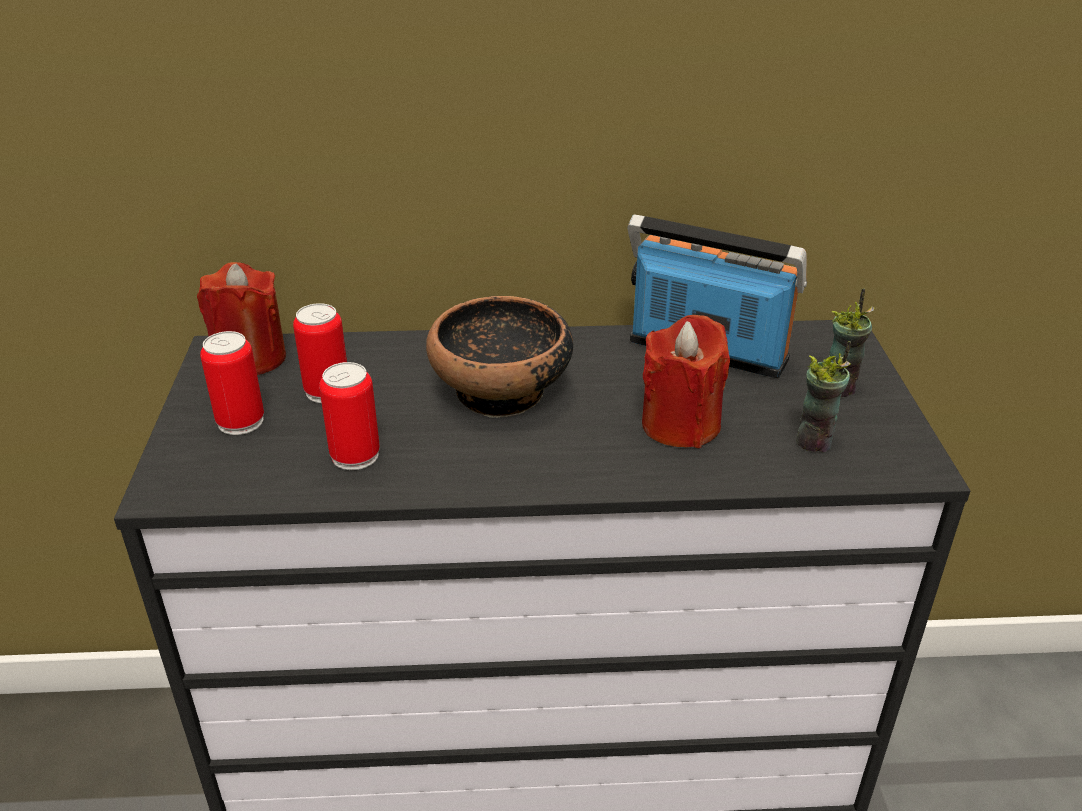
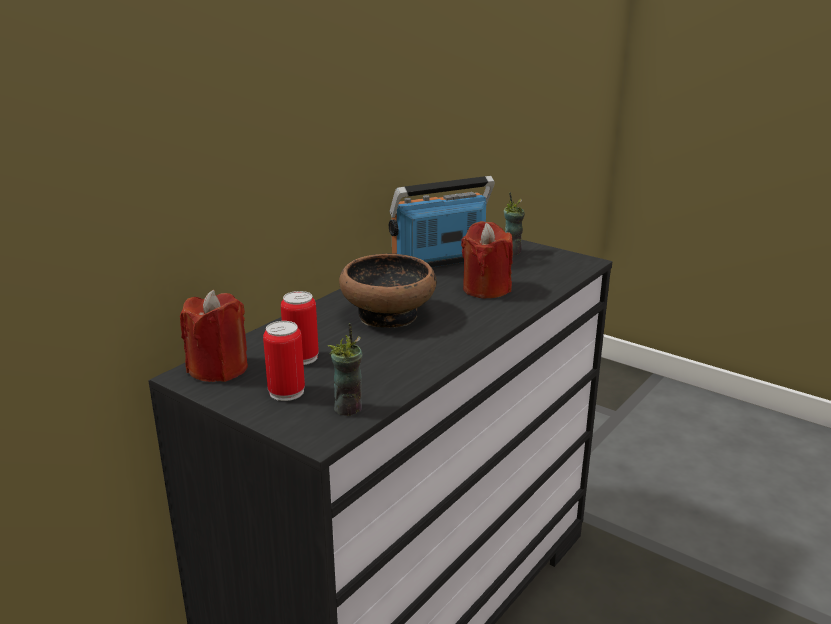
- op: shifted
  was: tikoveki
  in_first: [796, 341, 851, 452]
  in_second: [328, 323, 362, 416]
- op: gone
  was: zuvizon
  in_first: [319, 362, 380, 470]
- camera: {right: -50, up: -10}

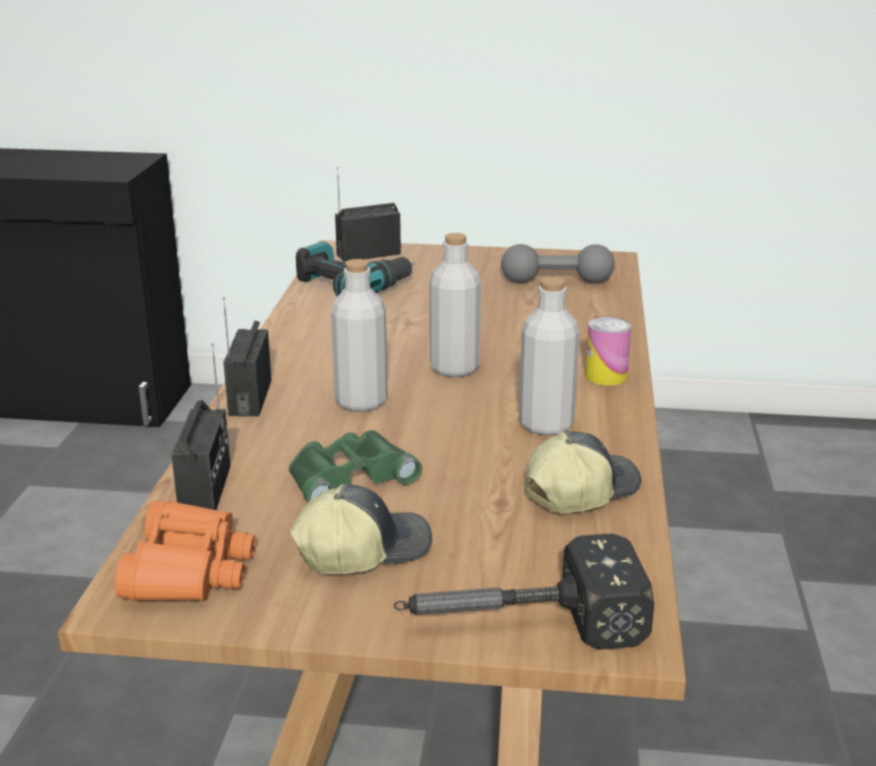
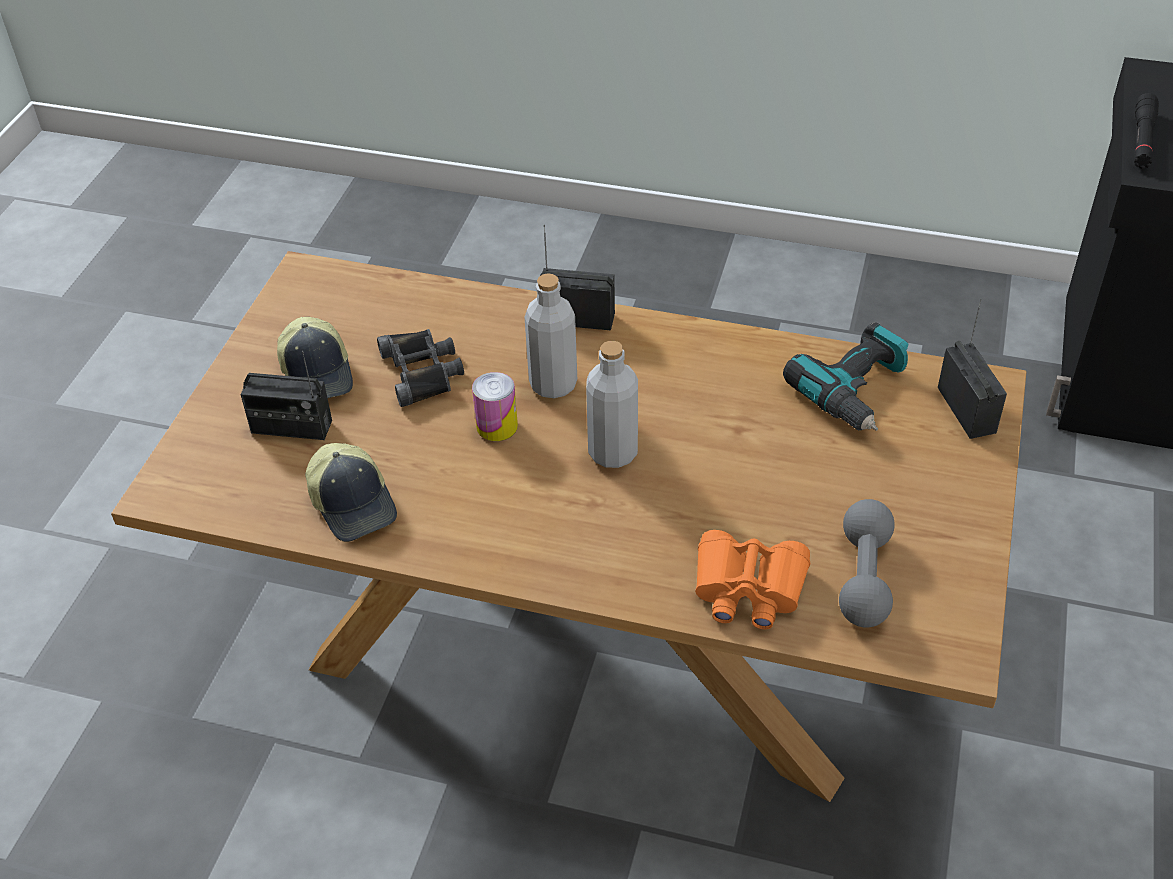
- op: shifted
  was: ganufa
  in_first: [171, 343, 231, 510]
  in_second: [240, 351, 332, 440]
- op: repainted
  was: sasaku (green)
  now: sasaku (black)
  in_first: [289, 430, 422, 502]
  in_second: [377, 329, 464, 407]
- op: shifted
  was: zuvizon
  in_first: [585, 317, 632, 386]
  in_second: [472, 372, 518, 441]
- op: shifted
  was: sasaku (orange)
  in_first: [115, 500, 255, 602]
  in_second: [695, 530, 810, 629]
- op: new
  now: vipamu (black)
  in_second: [1134, 93, 1159, 169]
- op: gone
  was: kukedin
  in_first: [394, 533, 654, 650]
- op: gone
  was: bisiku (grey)
  in_first: [519, 277, 580, 436]
- camera: {right: 100, up: 20}

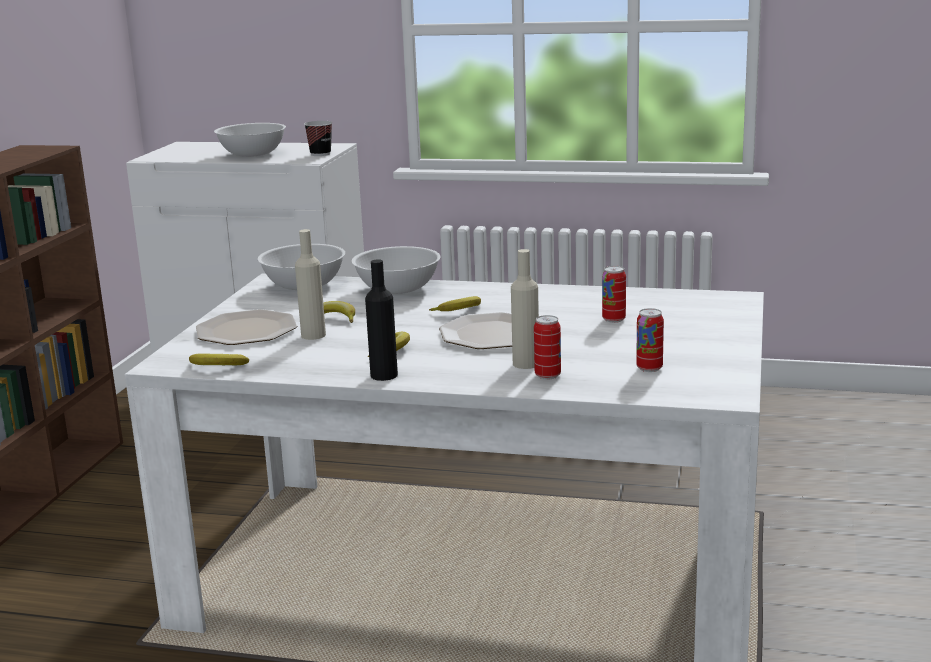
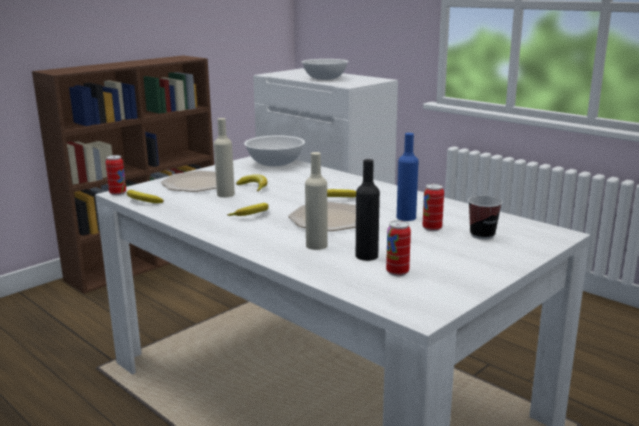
- op: shifted
  was: zuvizon
  in_first: [534, 315, 561, 380]
  in_second: [106, 155, 126, 196]
- op: shifted
  was: bisiku (black)
  in_first: [365, 260, 398, 381]
  in_second: [356, 159, 380, 261]
- op: new
  now: bisiku (blue)
  in_second: [397, 133, 419, 221]
- op: shifted
  was: tikoveki
  in_first: [304, 121, 332, 156]
  in_second: [468, 196, 502, 240]
- op: gone
  was: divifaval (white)
  in_first: [352, 246, 441, 294]
- camera: {right: 30, up: 0}

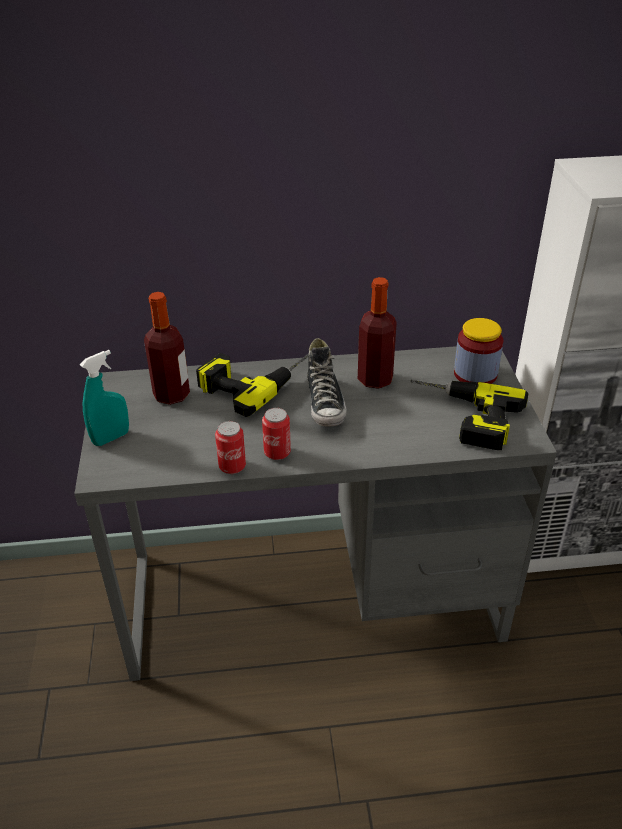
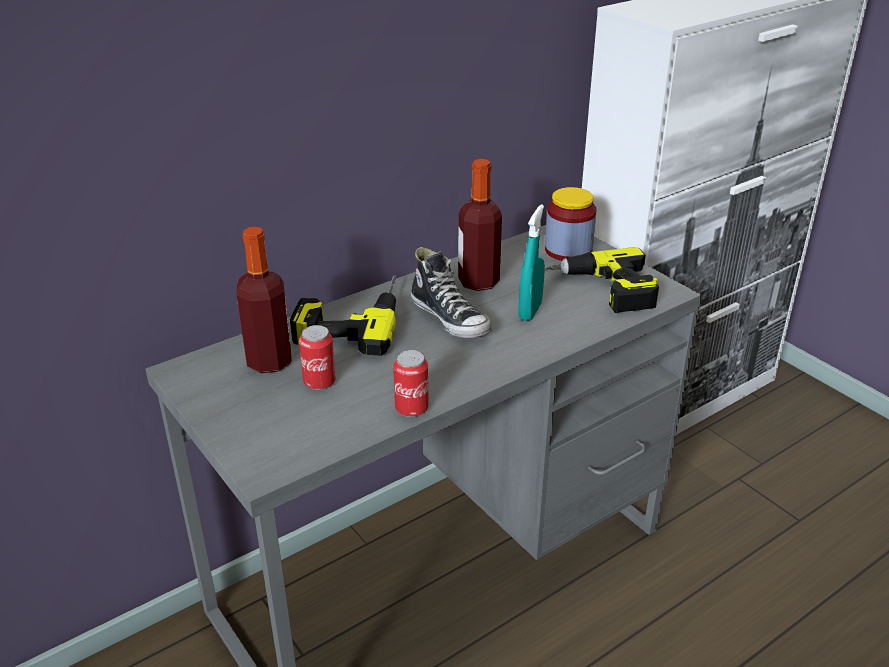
- op: shifted
  was: zuvizon
  in_first: [262, 408, 291, 460]
  in_second: [299, 325, 336, 390]
- op: shifted
  was: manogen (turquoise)
  in_first: [80, 350, 129, 446]
  in_second: [518, 204, 545, 321]
- camera: {right: -30, up: -5}

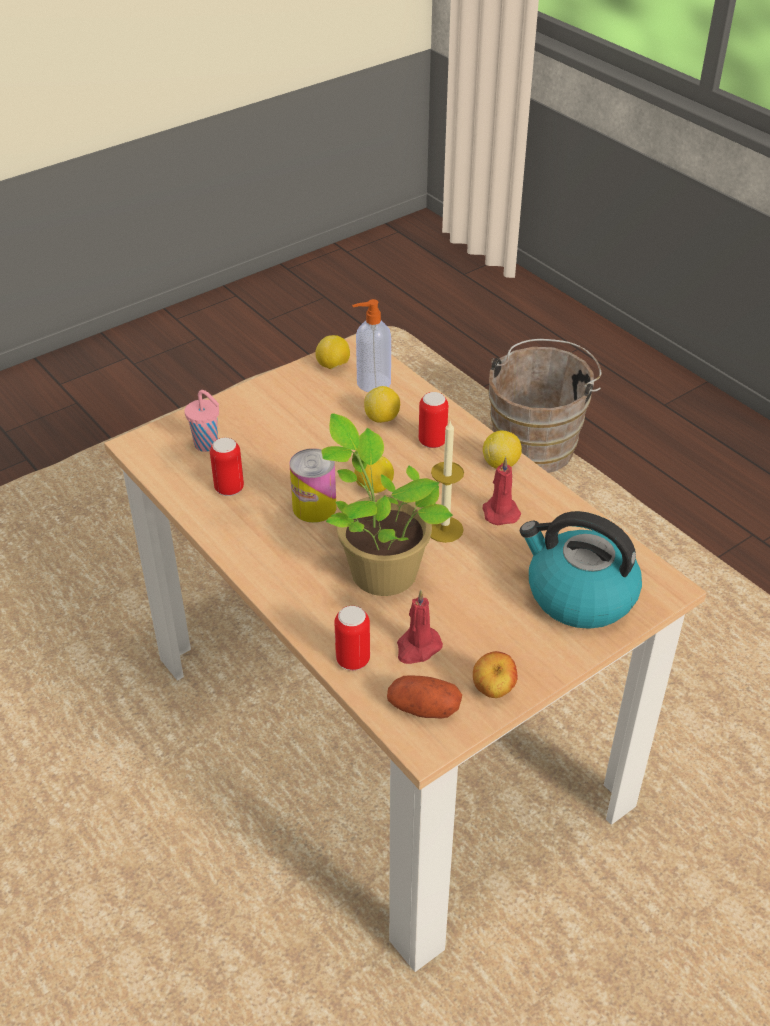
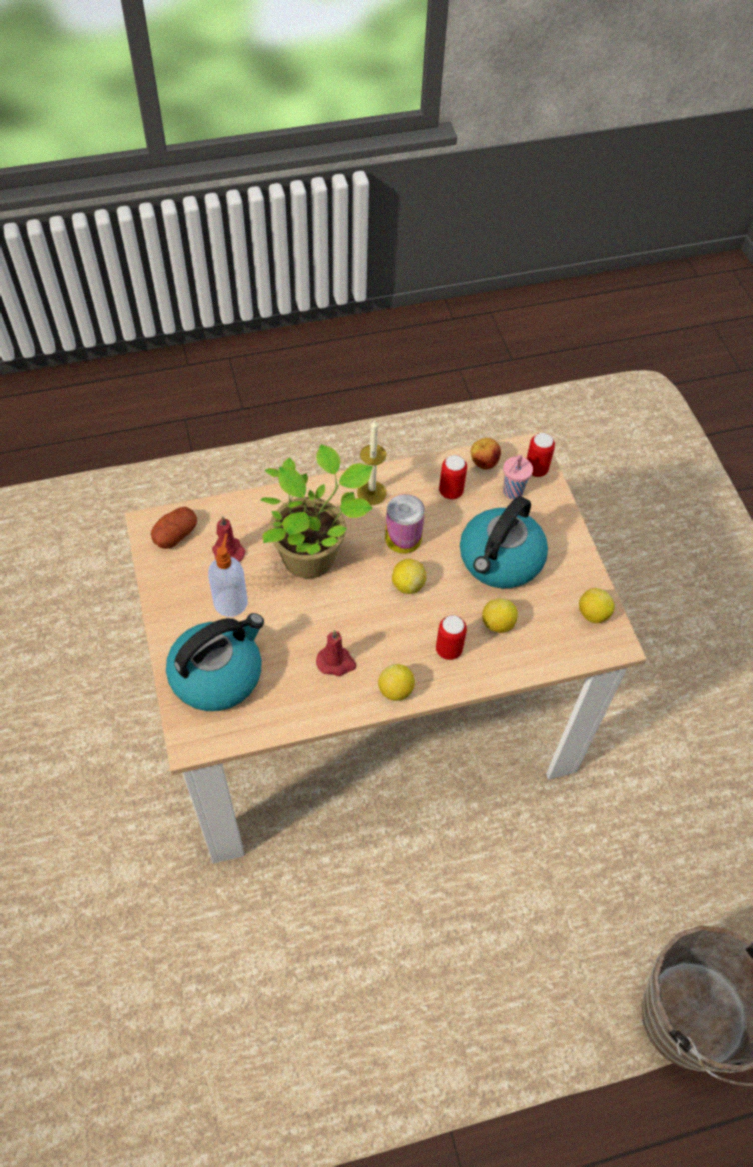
- op: shifted
  was: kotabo
  in_first: [352, 299, 391, 392]
  in_second: [208, 533, 248, 617]
- op: shifted
  was: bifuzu
  in_first: [430, 421, 464, 543]
  in_second: [357, 419, 387, 505]
- op: new
  now: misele
  in_second: [460, 496, 548, 588]
- op: shifted
  was: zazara
  in_first: [473, 651, 518, 698]
  in_second: [471, 438, 501, 470]
- op: shifted
  was: zuvizon
  in_first: [334, 606, 370, 671]
  in_second: [526, 433, 555, 477]
- camera: {right: 110, up: 15}

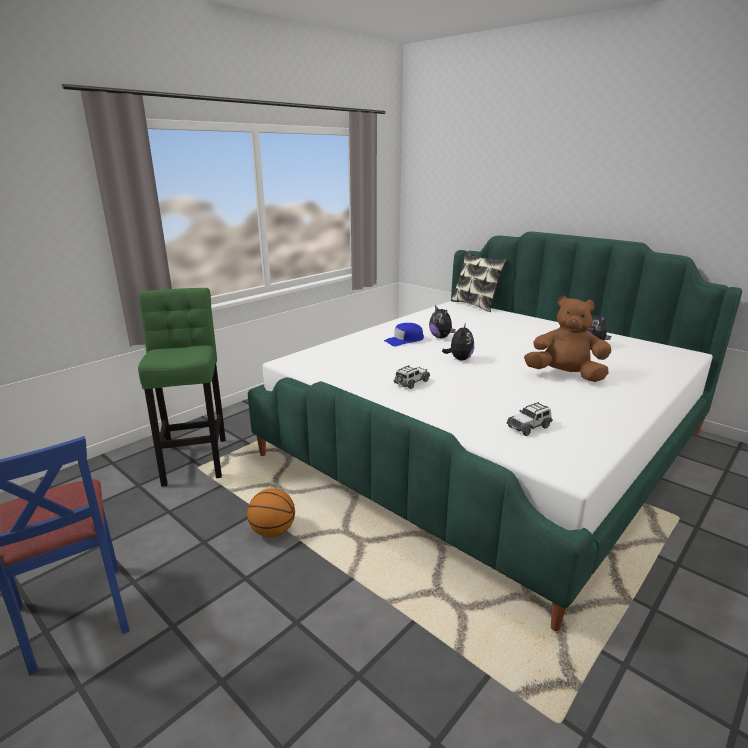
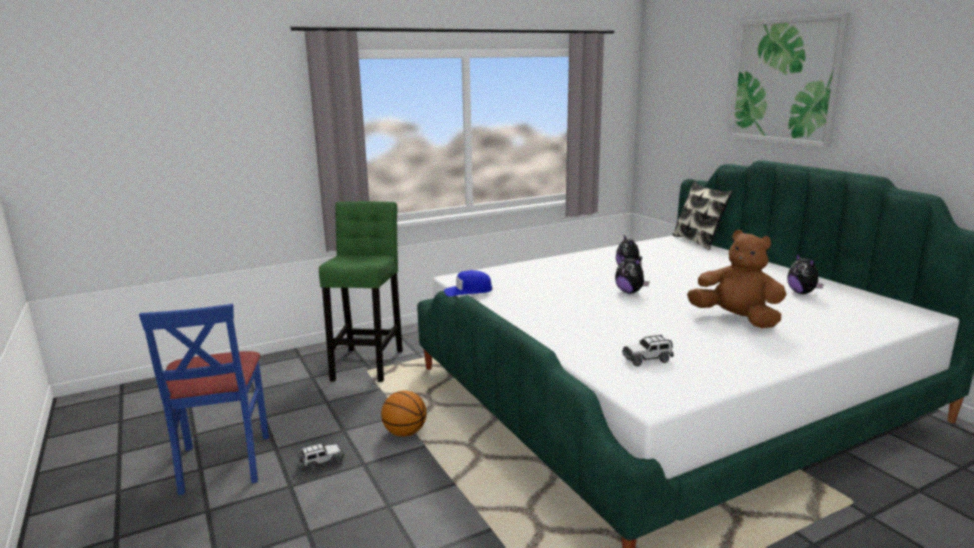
- op: shifted
  was: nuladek
  in_first: [393, 365, 430, 389]
  in_second: [298, 441, 344, 471]
- op: shifted
  was: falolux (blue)
  in_first: [384, 323, 424, 346]
  in_second: [444, 270, 492, 296]
- op: rotated
  was: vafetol
  in_first: [442, 323, 474, 361]
  in_second: [615, 254, 650, 293]
  clockwise: 105
- op: new
  now: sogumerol
  in_second: [728, 12, 850, 148]
- camera: {right: 20, up: -5}

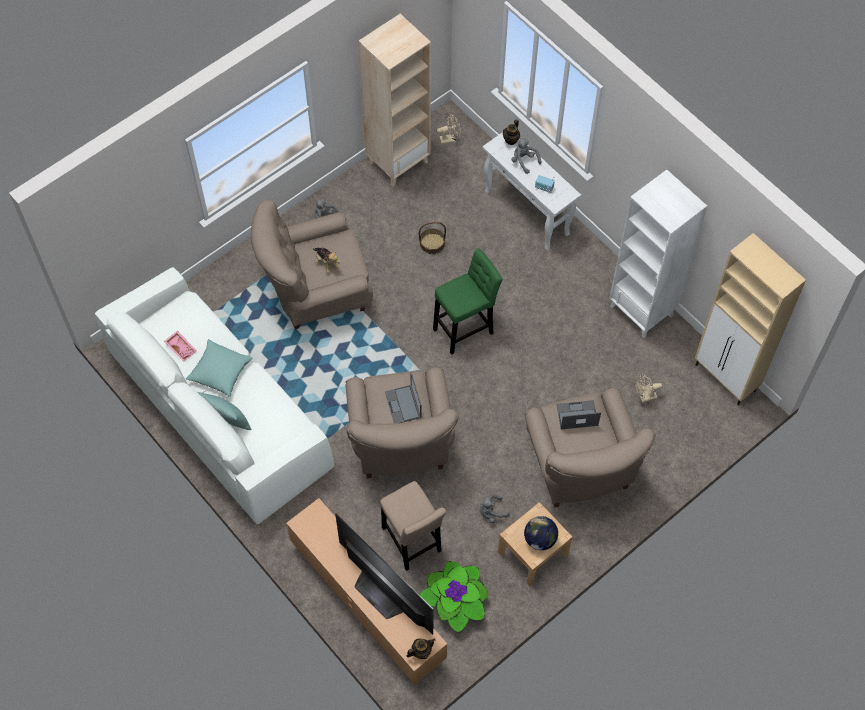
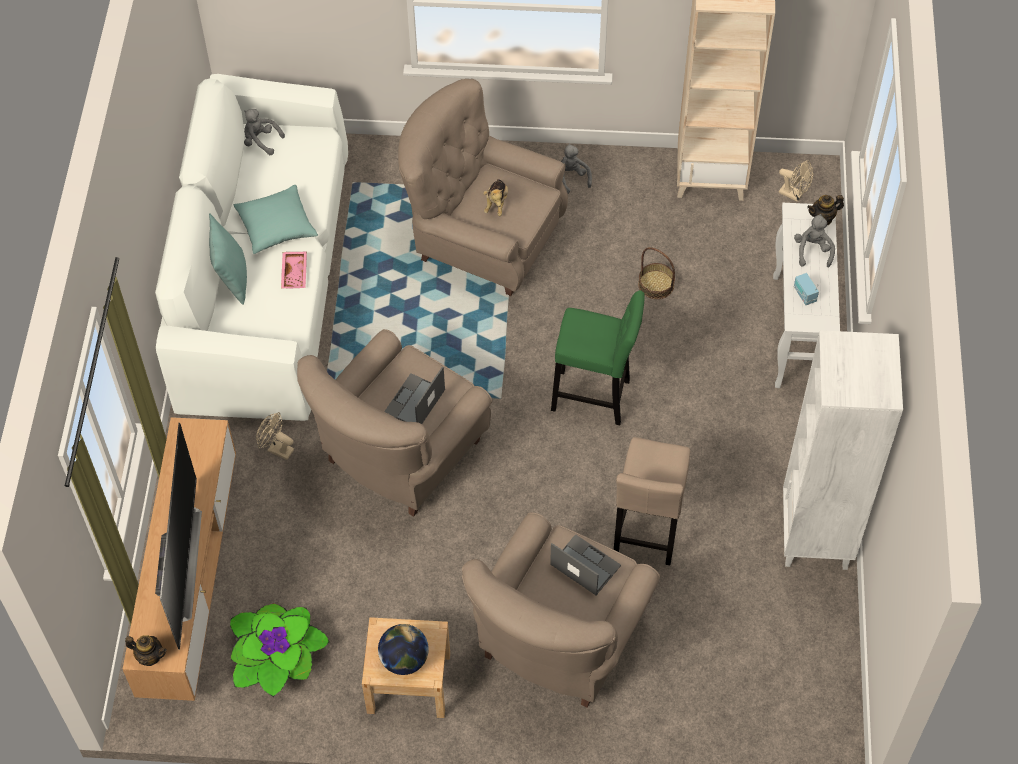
- op: shifted
  was: vafetol (grey)
  in_first: [480, 495, 509, 523]
  in_second: [244, 109, 285, 155]
- op: shifted
  was: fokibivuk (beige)
  in_first: [636, 374, 662, 403]
  in_second: [256, 412, 294, 460]
- op: shifted
  was: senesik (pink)
  in_first: [164, 331, 197, 362]
  in_second: [281, 252, 307, 288]
- op: shifted
  was: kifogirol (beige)
  in_first: [380, 481, 446, 571]
  in_second: [614, 437, 690, 565]
- op: gone
  was: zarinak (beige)
  in_first: [695, 233, 806, 406]
- camera: {right: 45, up: -5}

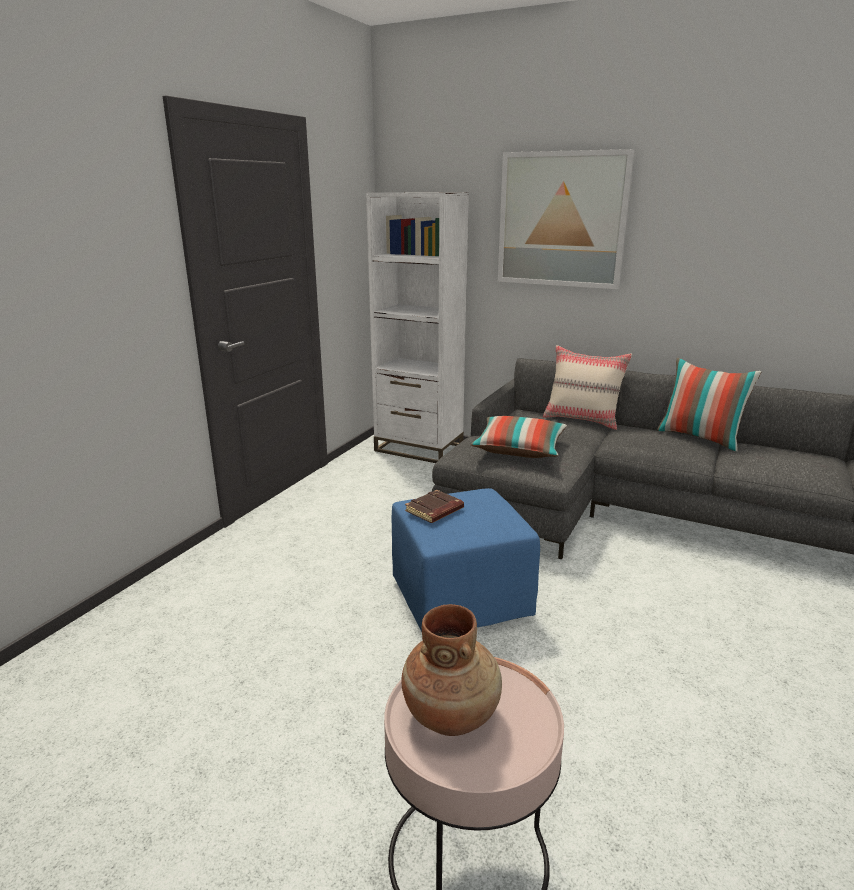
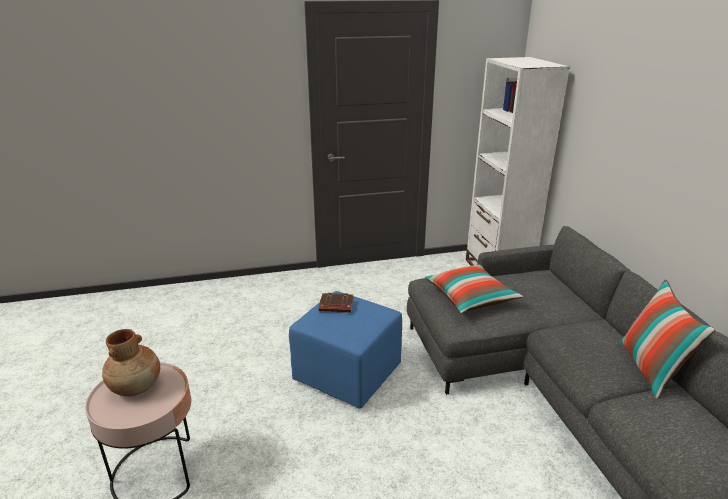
- op: gone
  was: sogumerol
  in_first: [498, 149, 635, 289]
- op: gone
  was: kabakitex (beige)
  in_first: [543, 345, 632, 430]
- camera: {right: 50, up: 5}

